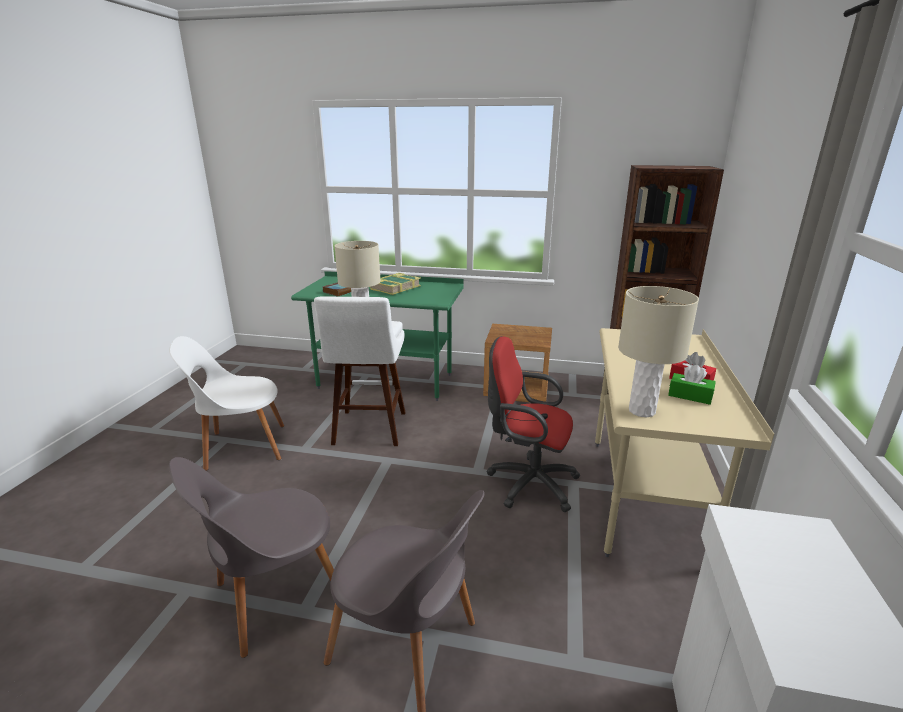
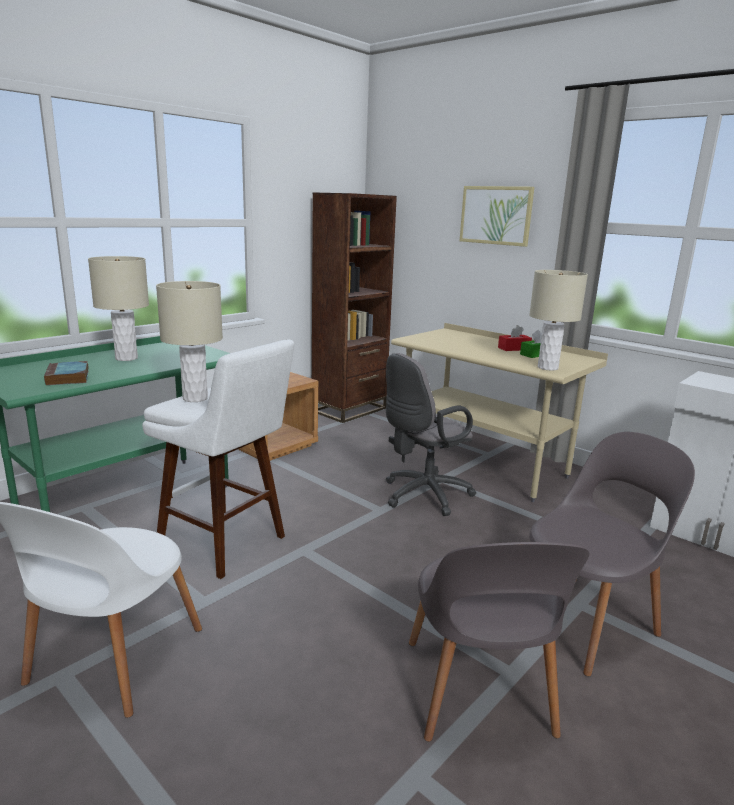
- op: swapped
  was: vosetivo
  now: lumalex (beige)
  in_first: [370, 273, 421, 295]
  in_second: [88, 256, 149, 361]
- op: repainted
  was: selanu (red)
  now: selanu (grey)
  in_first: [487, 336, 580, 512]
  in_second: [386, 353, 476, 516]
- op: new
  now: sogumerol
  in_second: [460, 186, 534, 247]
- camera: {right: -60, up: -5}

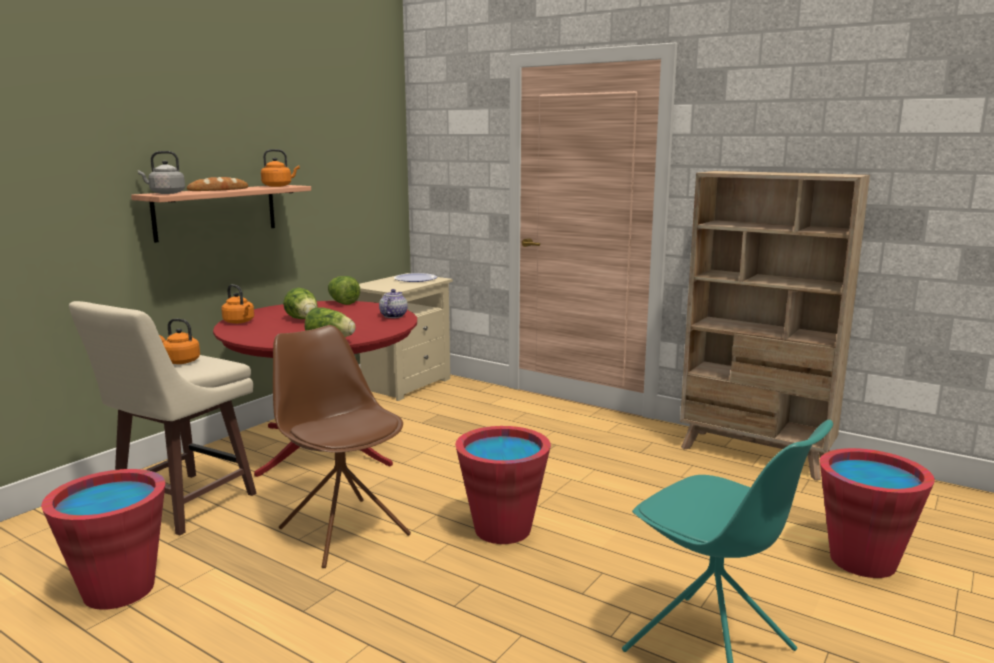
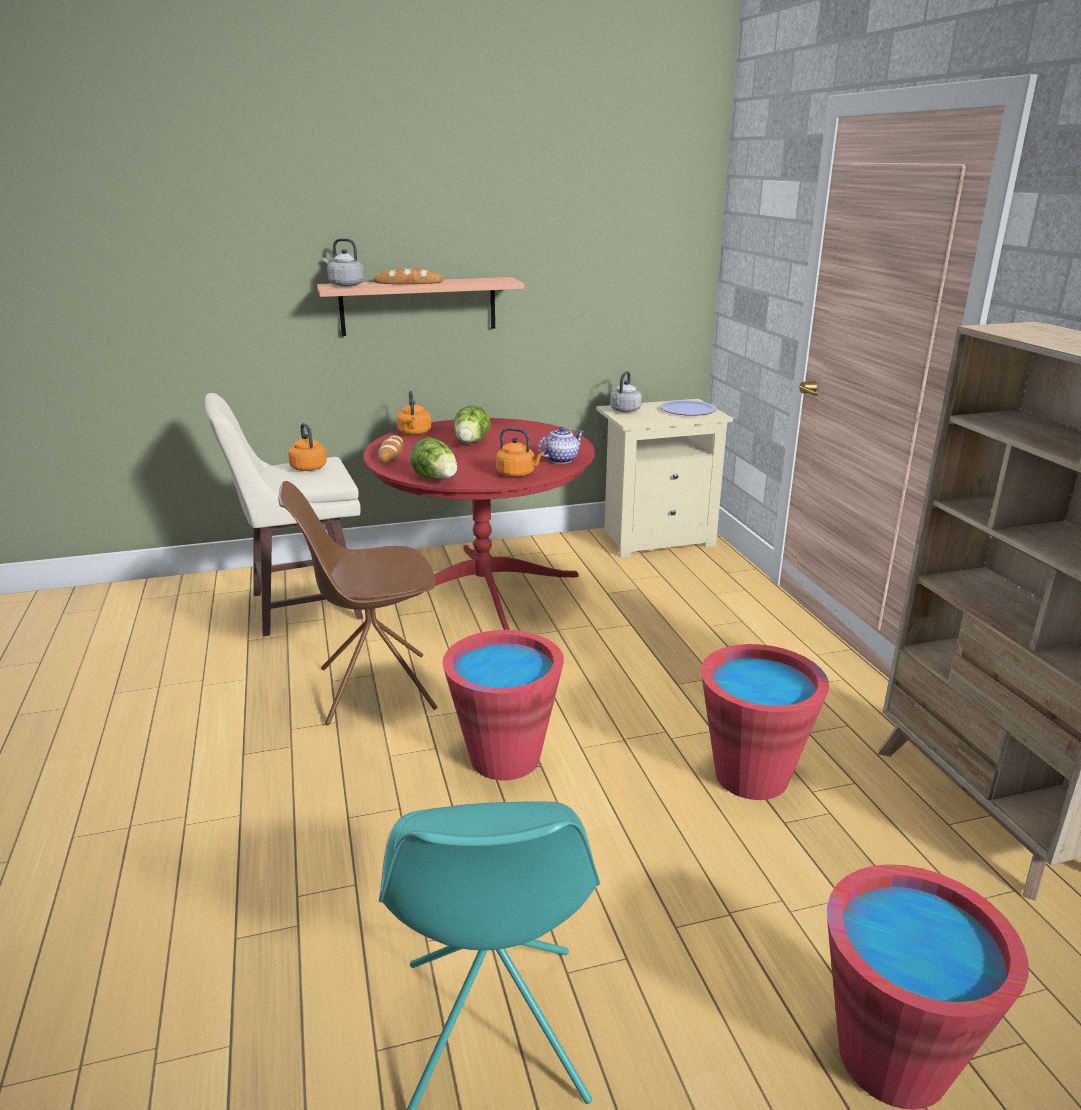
- op: rotated
  was: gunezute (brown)
  in_first: [273, 325, 411, 568]
  in_second: [278, 481, 437, 726]
  clockwise: -105
- op: new
  now: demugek
  in_second: [378, 435, 404, 464]
- op: shifted
  was: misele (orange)
  in_first: [261, 149, 300, 187]
  in_second: [496, 428, 544, 477]
- op: new
  now: misele (grey)
  in_second: [610, 371, 642, 413]
- op: shifted
  was: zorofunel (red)
  in_first: [41, 469, 165, 610]
  in_second: [701, 644, 829, 800]
- op: gone
  was: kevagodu
  in_first: [328, 276, 360, 305]
- camera: {right: 40, up: 10}

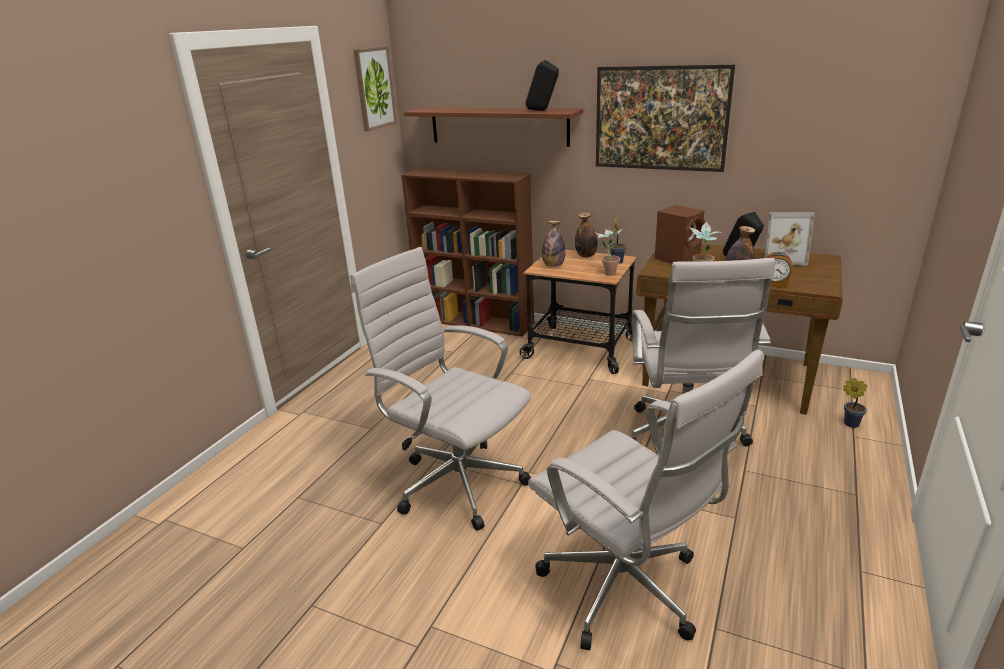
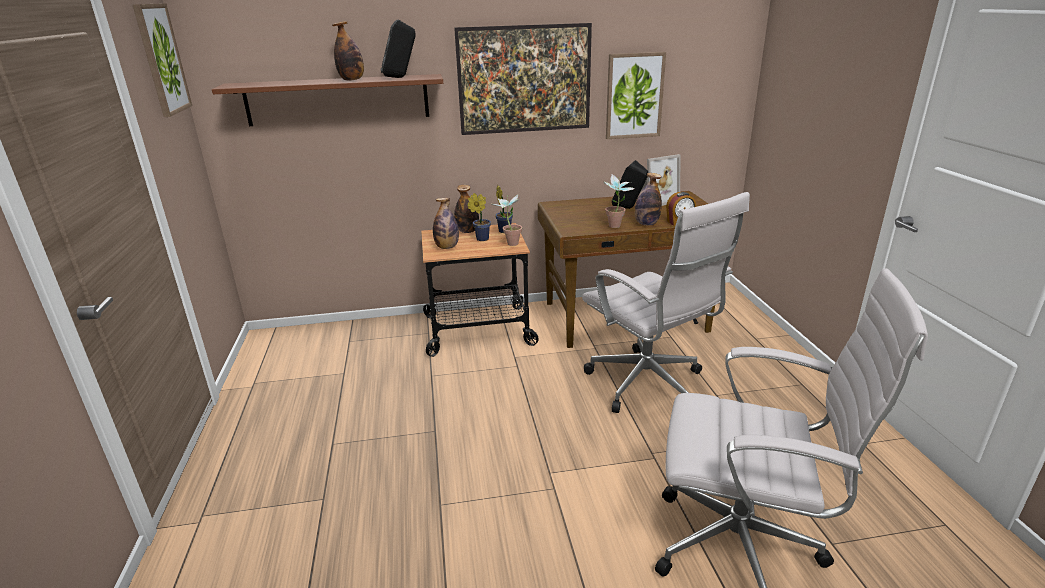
- op: new
  now: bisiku
  in_second: [332, 21, 364, 81]
- op: shifted
  was: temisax
  in_first: [843, 378, 868, 428]
  in_second: [467, 193, 491, 241]
- op: new
  now: sogumerol
  in_second: [606, 52, 666, 139]
- op: gone
  was: selanu (white)
  in_first: [350, 247, 531, 531]
- op: gone
  was: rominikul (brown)
  in_first: [401, 168, 534, 337]
- op: gone
  was: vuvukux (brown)
  in_first: [655, 205, 705, 263]
- camera: {right: -35, up: 0}

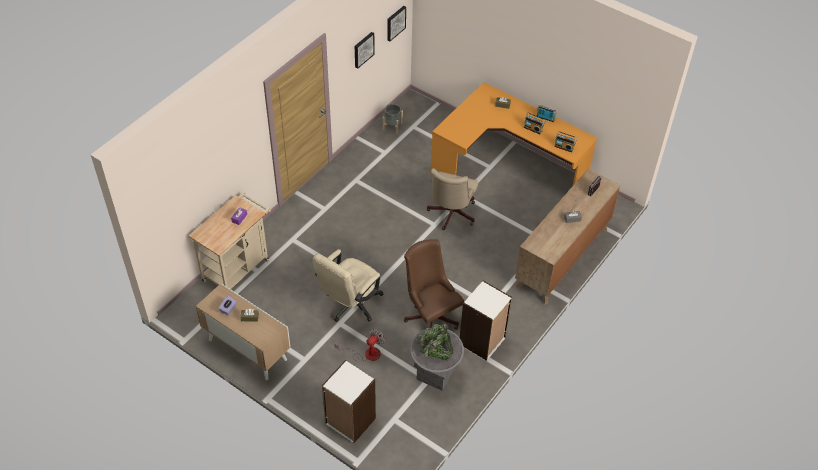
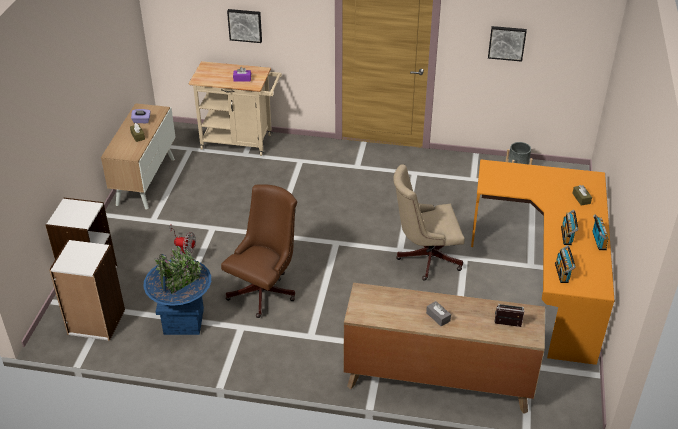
- op: shifted
  was: rominikul (white)
  in_first: [460, 280, 512, 361]
  in_second: [49, 240, 125, 341]
- op: repainted
  was: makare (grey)
  now: makare (blue)
  in_first: [410, 324, 464, 390]
  in_second: [144, 245, 211, 335]
- op: shifted
  was: sogumerol
  in_first: [387, 6, 406, 41]
  in_second: [227, 9, 262, 43]
- op: gone
  was: selanu (beige)
  in_first: [313, 249, 384, 322]
- camera: {right: 65, up: -10}

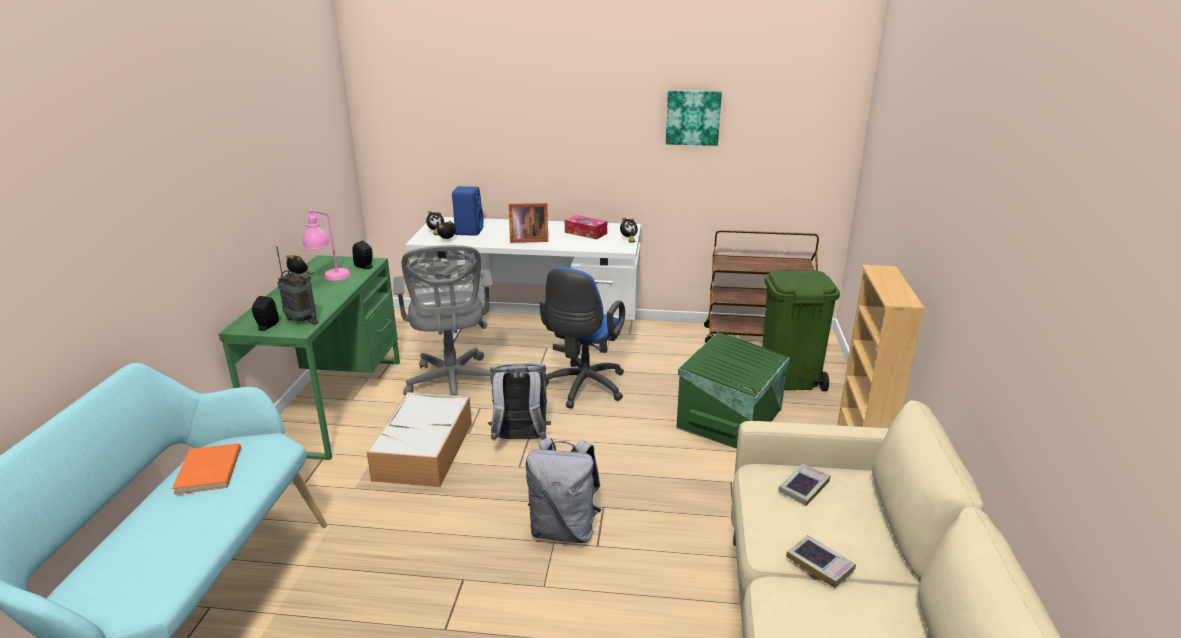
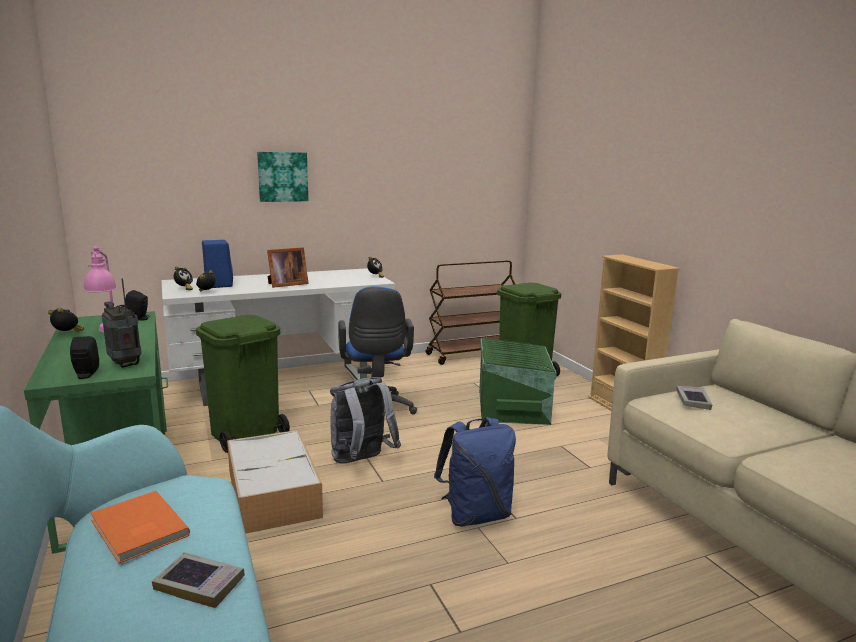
- op: rotated
  was: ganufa
  in_first: [276, 246, 319, 325]
  in_second: [102, 278, 142, 368]
  clockwise: -135
- op: shifted
  was: vosetivo
  in_first: [786, 535, 856, 588]
  in_second: [152, 552, 245, 608]
- op: swapped
  was: selanu (grey)
  now: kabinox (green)
  in_first: [393, 245, 493, 396]
  in_second: [196, 315, 290, 453]
- op: shifted
  was: sogumerol
  in_first: [666, 90, 722, 146]
  in_second: [257, 152, 308, 202]
- op: repainted
  was: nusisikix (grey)
  now: nusisikix (blue)
  in_first: [526, 438, 601, 543]
  in_second: [434, 417, 516, 527]
- op: gone
  was: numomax
  in_first: [565, 215, 607, 239]
- camera: {right: -30, up: -10}

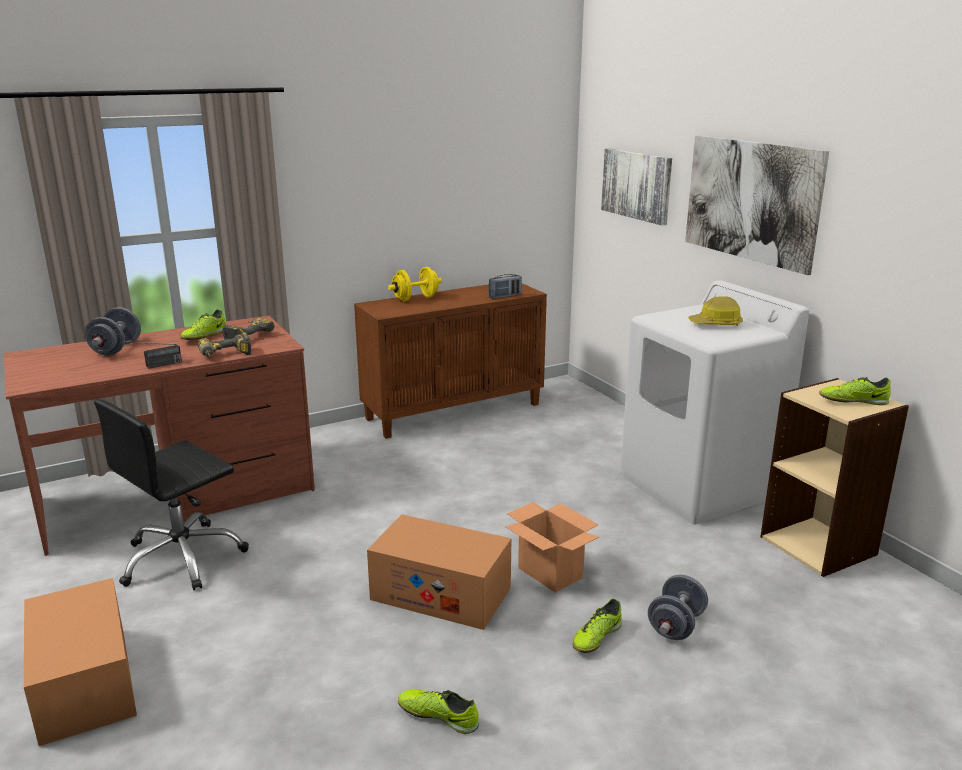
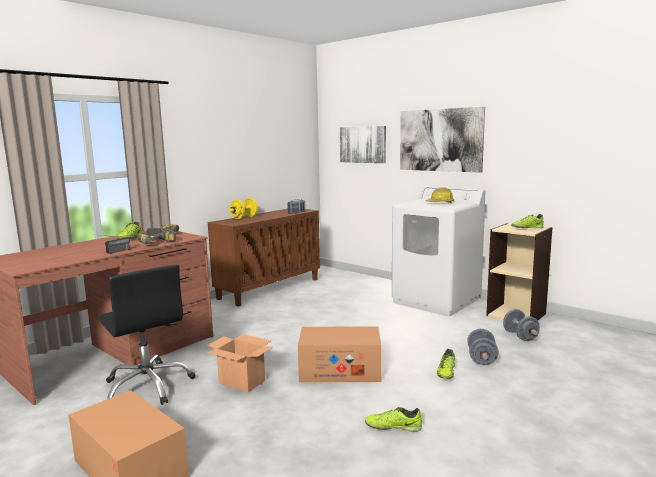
- op: rotated
  was: selanu (black)
  in_first: [94, 399, 249, 590]
  in_second: [98, 265, 196, 405]
  clockwise: -60
- op: shifted
  was: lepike
  in_first: [506, 502, 599, 593]
  in_second: [207, 334, 274, 393]
- op: shifted
  was: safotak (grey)
  in_first: [85, 307, 141, 356]
  in_second: [503, 309, 540, 341]
- camera: {right: -20, up: -10}

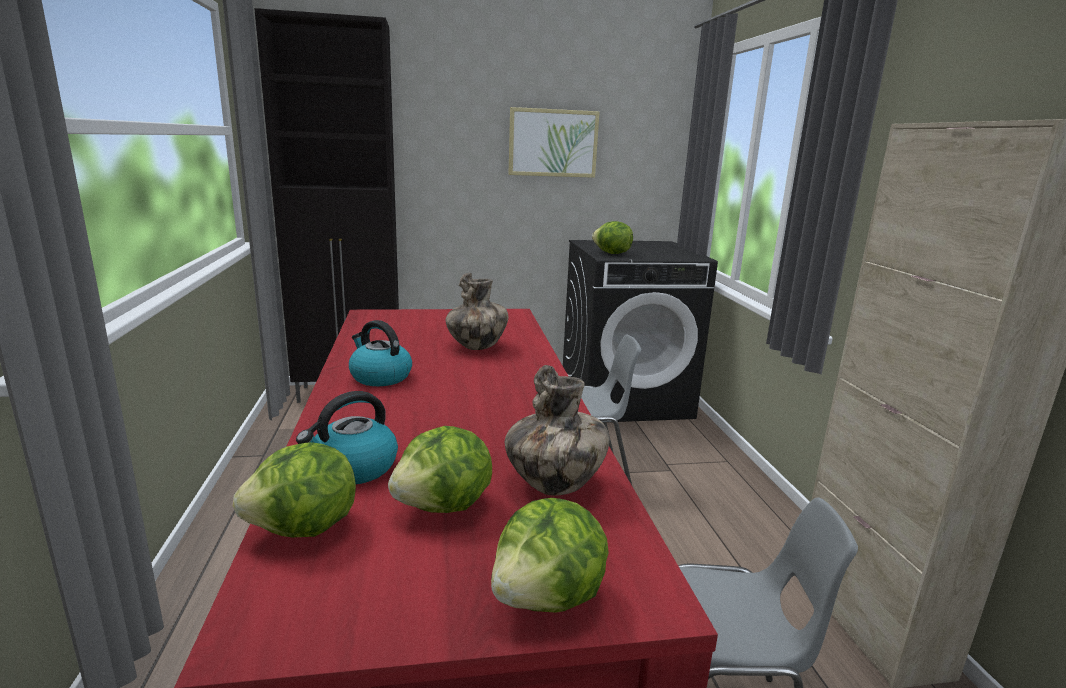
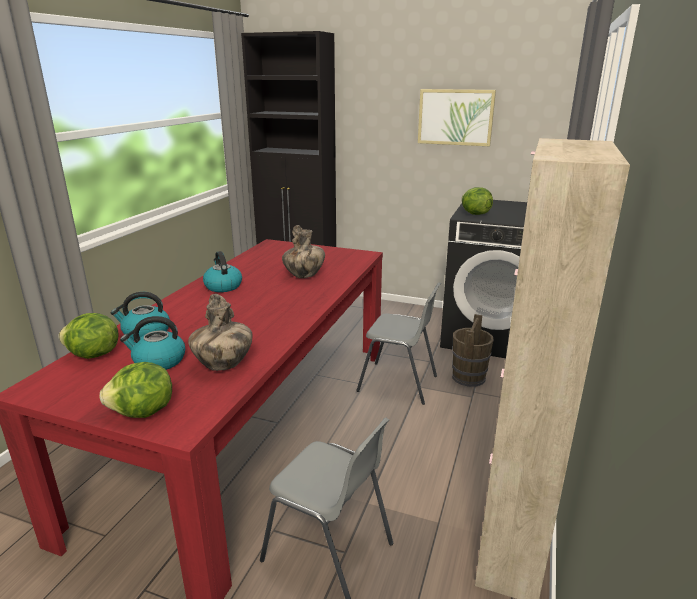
- op: swapped
  was: kevagodu
  now: misele
  in_first: [388, 426, 492, 513]
  in_second: [120, 316, 185, 370]
- op: new
  now: zorofunel (brown)
  in_second: [452, 314, 494, 387]
- camera: {right: 30, up: 5}

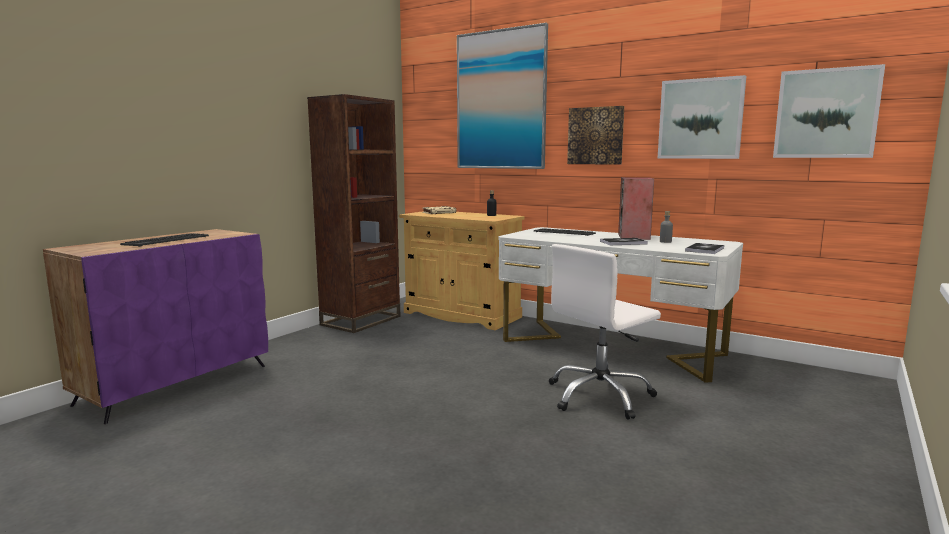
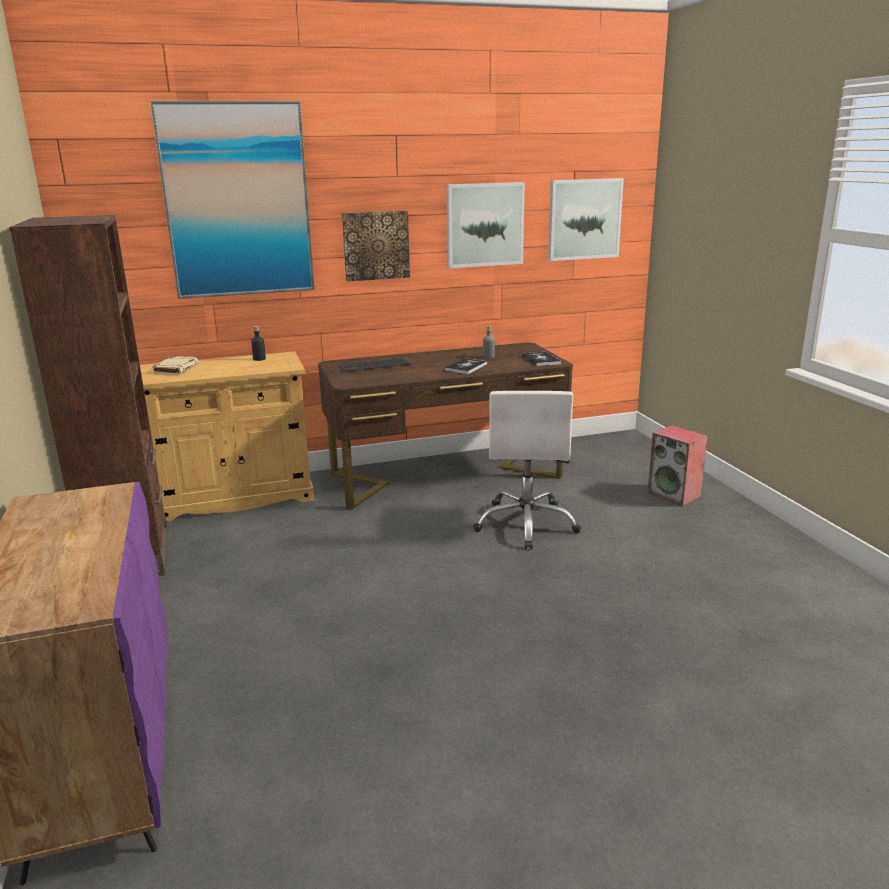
- op: repainted
  was: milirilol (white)
  now: milirilol (brown)
  in_first: [499, 227, 743, 383]
  in_second: [318, 342, 573, 509]
- op: shifted
  was: vuvukux
  in_first: [618, 177, 654, 240]
  in_second: [647, 425, 708, 506]
- op: gone
  was: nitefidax
  in_first: [120, 233, 209, 247]
- camera: {right: -50, up: 10}

